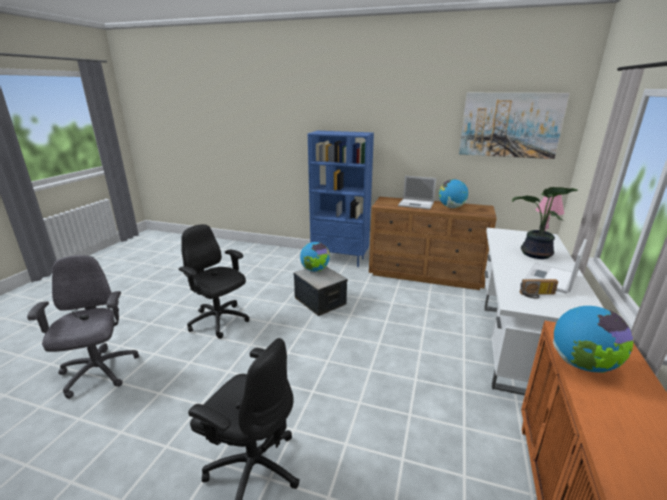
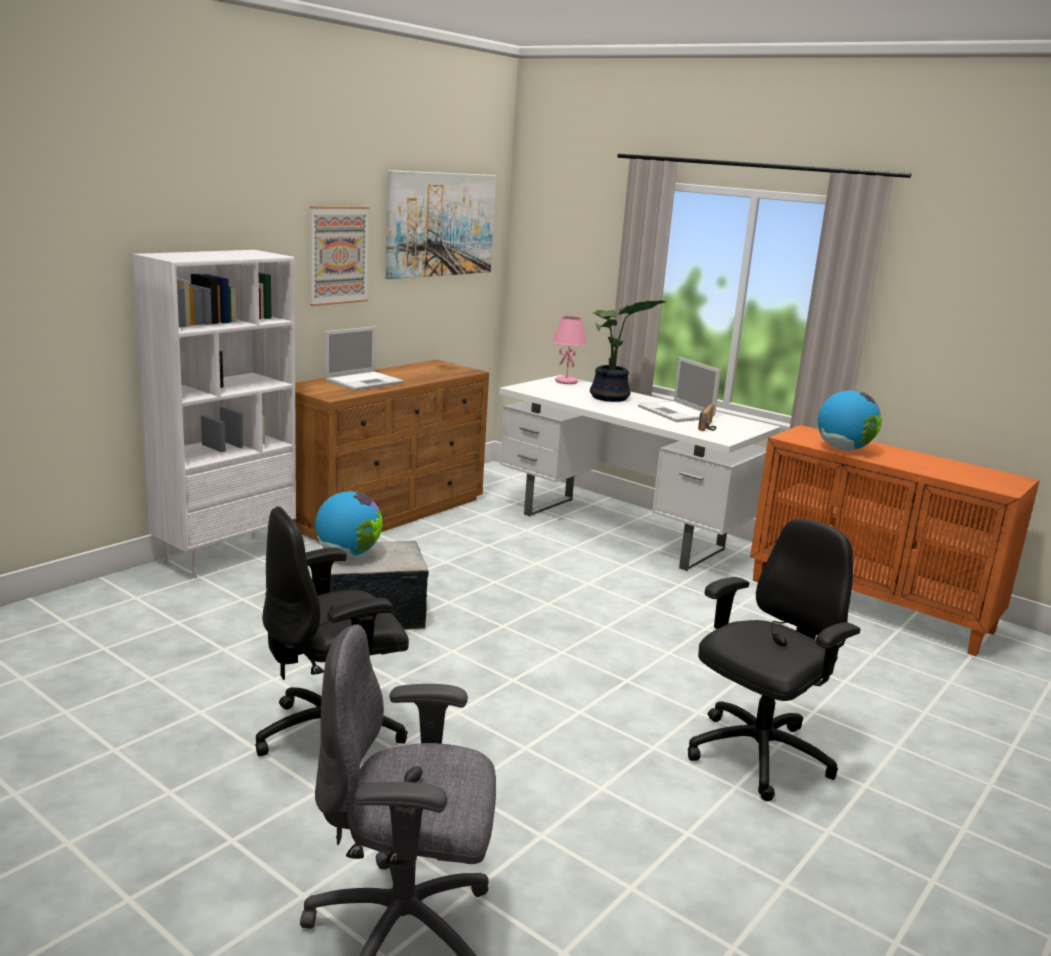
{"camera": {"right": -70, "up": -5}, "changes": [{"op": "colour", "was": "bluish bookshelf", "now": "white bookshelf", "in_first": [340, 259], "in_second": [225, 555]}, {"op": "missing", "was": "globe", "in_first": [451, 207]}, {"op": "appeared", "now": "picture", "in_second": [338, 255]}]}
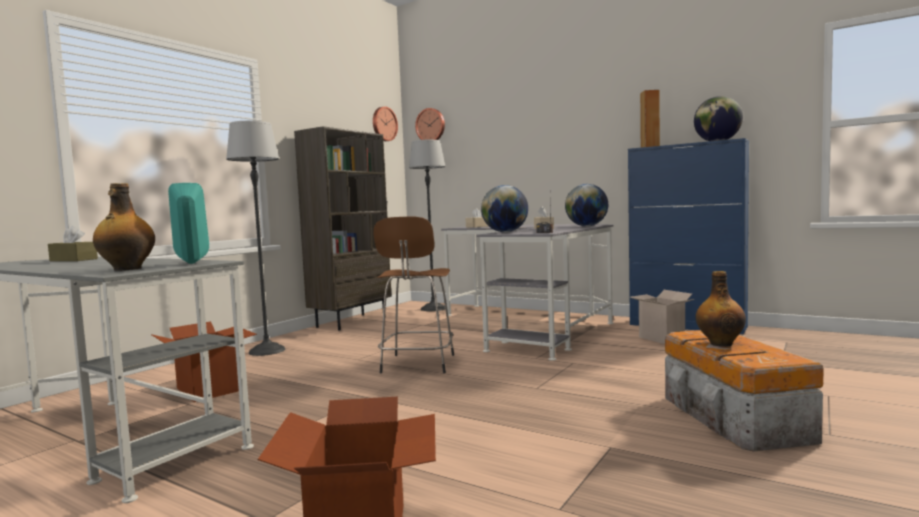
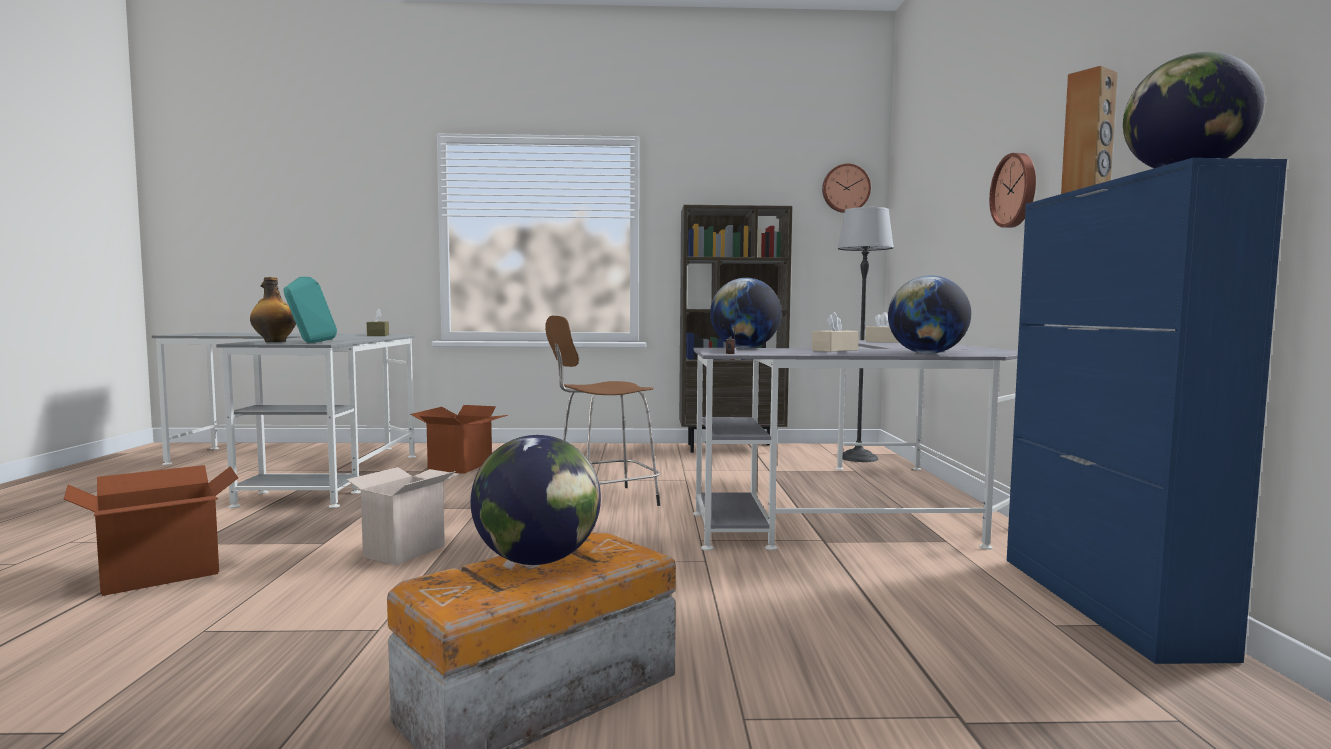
{"camera": {"right": 55, "up": 0}, "changes": [{"op": "relocated", "was": "wall clock", "in_first": [431, 125], "in_second": [1016, 190]}, {"op": "missing", "was": "standing lamp", "in_first": [267, 350]}, {"op": "exchanged", "was": "drink bottle", "now": "globe", "in_first": [720, 343], "in_second": [538, 561]}, {"op": "relocated", "was": "cardboard box", "in_first": [659, 339], "in_second": [405, 550]}]}
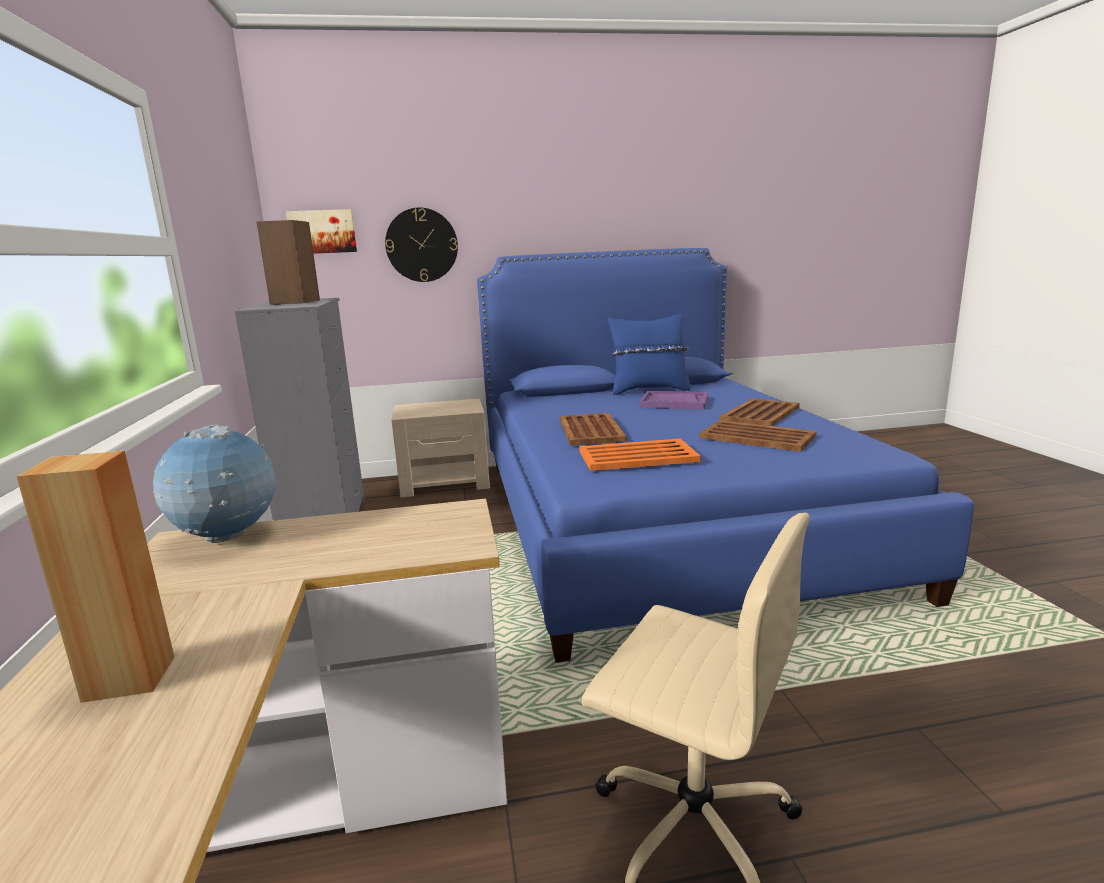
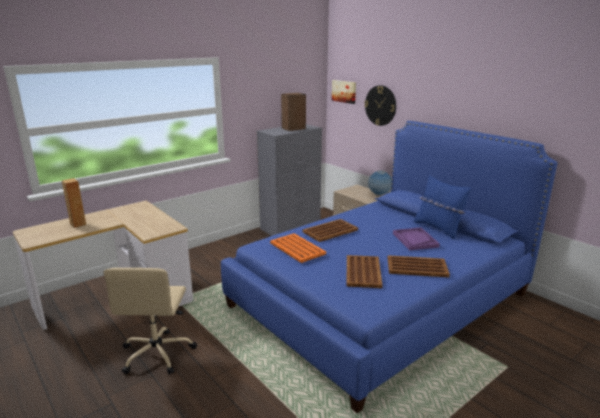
{"camera": {"right": 60, "up": 5}, "changes": [{"op": "relocated", "was": "globe", "in_first": [227, 538], "in_second": [379, 195]}]}
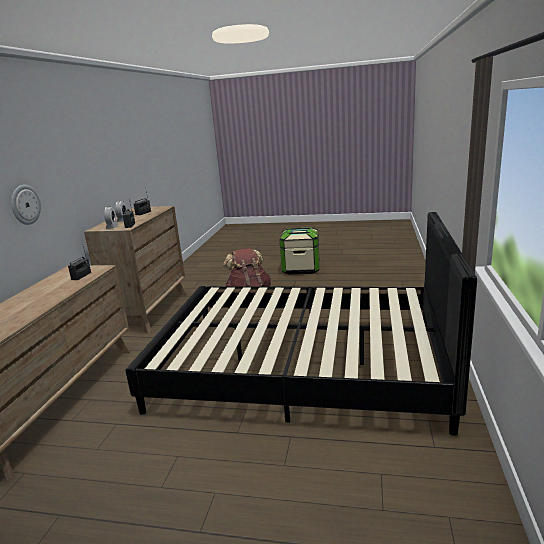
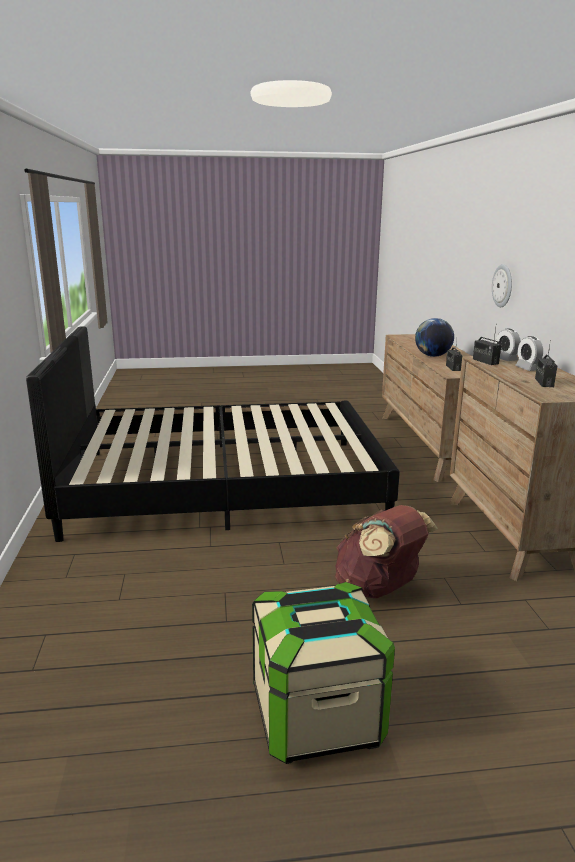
{"camera": {"right": 160, "up": 0}, "changes": [{"op": "appeared", "now": "globe", "in_second": [432, 356]}]}
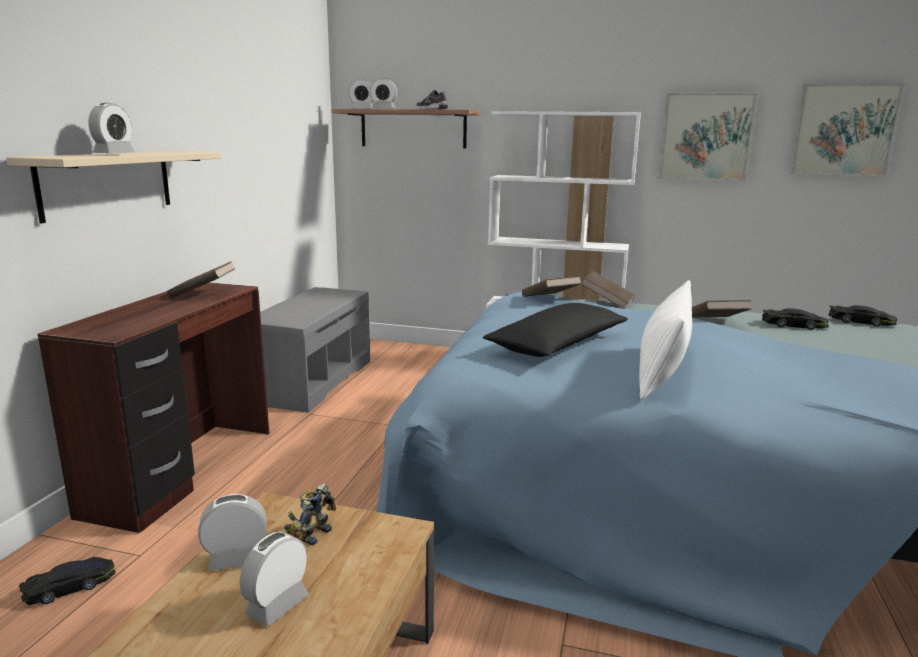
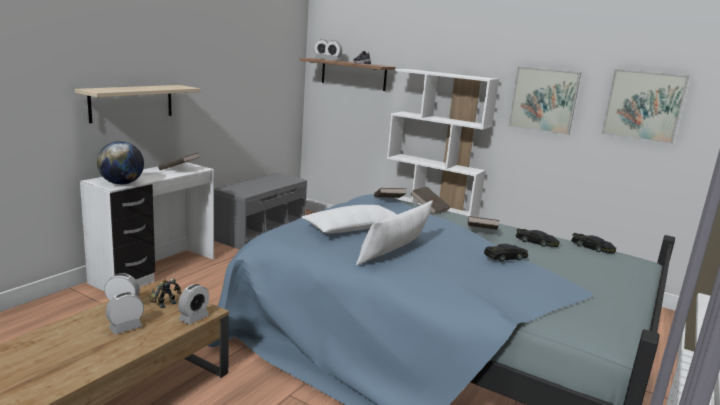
{"camera": {"right": 15, "up": 0}, "changes": [{"op": "relocated", "was": "table clock", "in_first": [114, 154], "in_second": [194, 318]}, {"op": "colour", "was": "brownish desk unit", "now": "white desk unit", "in_first": [185, 471], "in_second": [156, 270]}, {"op": "colour", "was": "black-coloured pillow", "now": "white pillow", "in_first": [557, 345], "in_second": [353, 229]}, {"op": "relocated", "was": "black-coloured toy car", "in_first": [70, 586], "in_second": [506, 257]}, {"op": "appeared", "now": "globe", "in_second": [121, 183]}]}
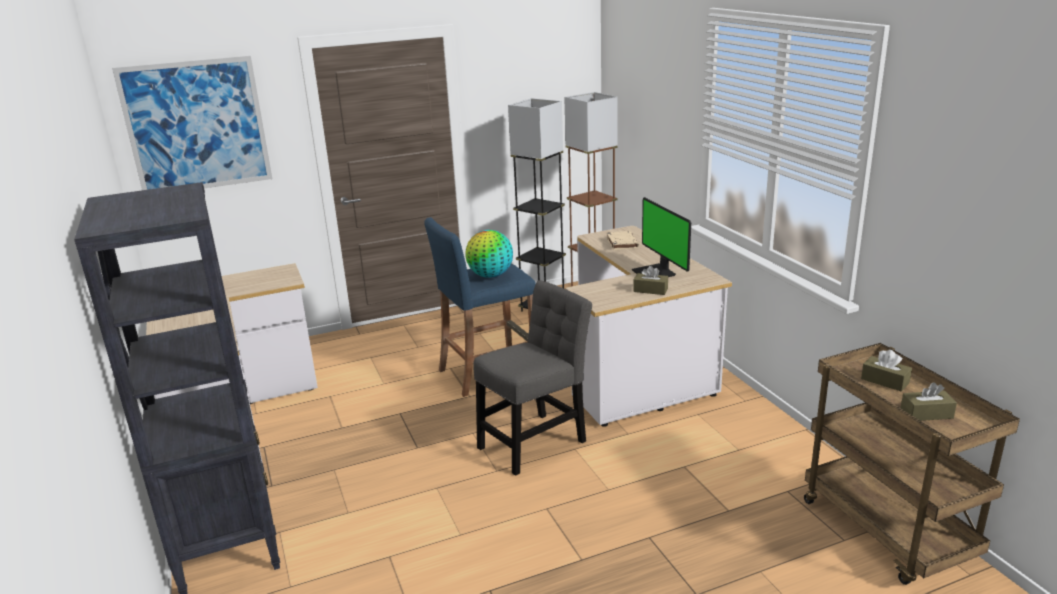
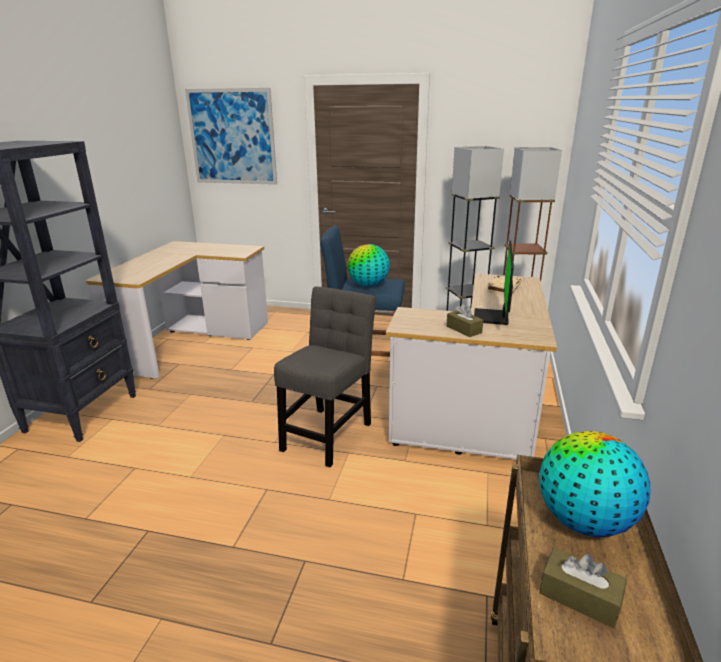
{"camera": {"right": 35, "up": 0}, "changes": [{"op": "spun", "was": "grey chair", "in_first": [536, 441], "in_second": [328, 433], "clockwise": -60}, {"op": "exchanged", "was": "brownish box of tissues", "now": "globe", "in_first": [885, 381], "in_second": [583, 521]}]}
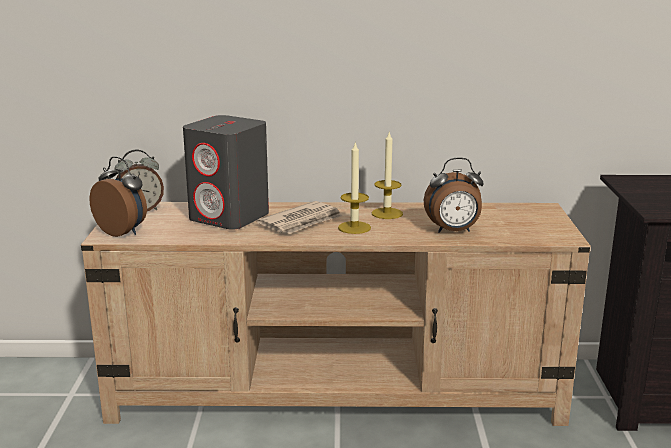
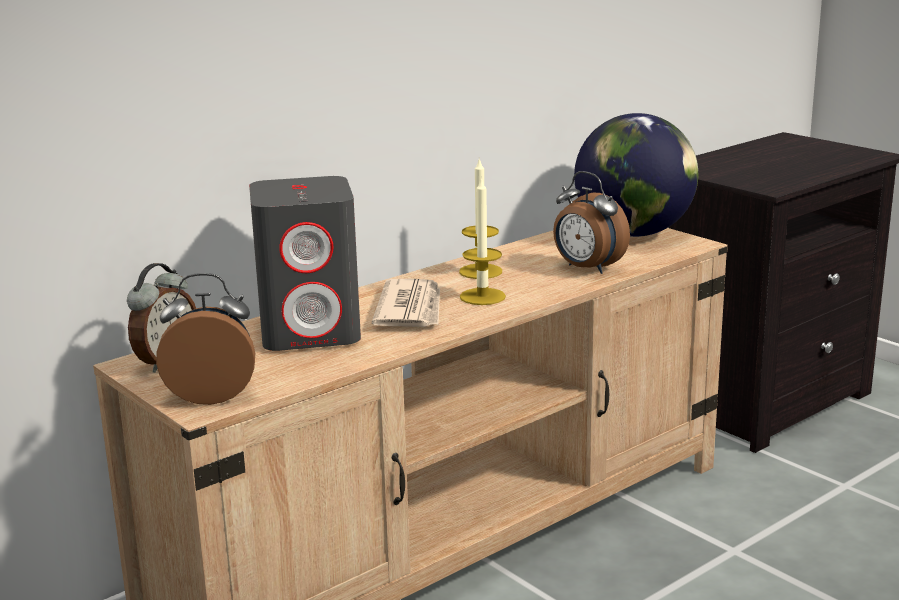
{"camera": {"right": -40, "up": 0}, "changes": [{"op": "spun", "was": "table clock", "in_first": [453, 231], "in_second": [587, 269], "clockwise": 90}, {"op": "appeared", "now": "globe", "in_second": [634, 233]}]}
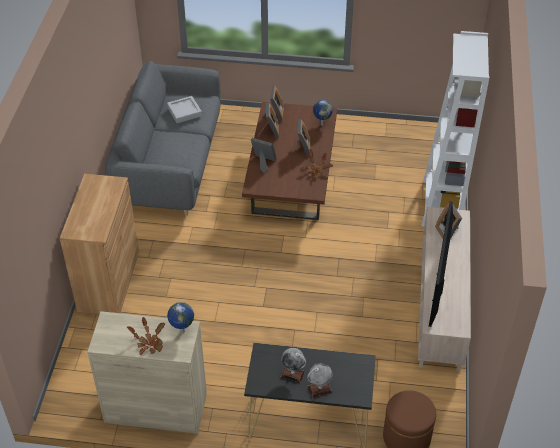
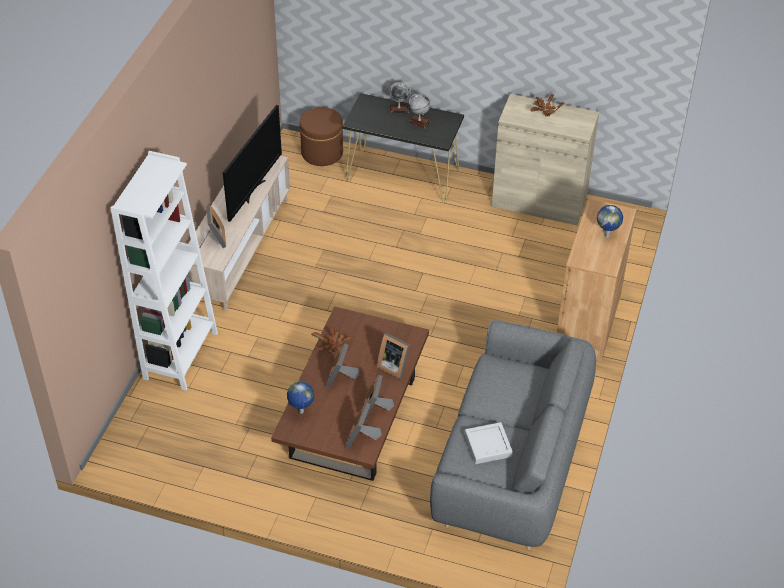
{"camera": {"right": -170, "up": 0}, "changes": [{"op": "relocated", "was": "globe", "in_first": [182, 331], "in_second": [607, 236]}]}
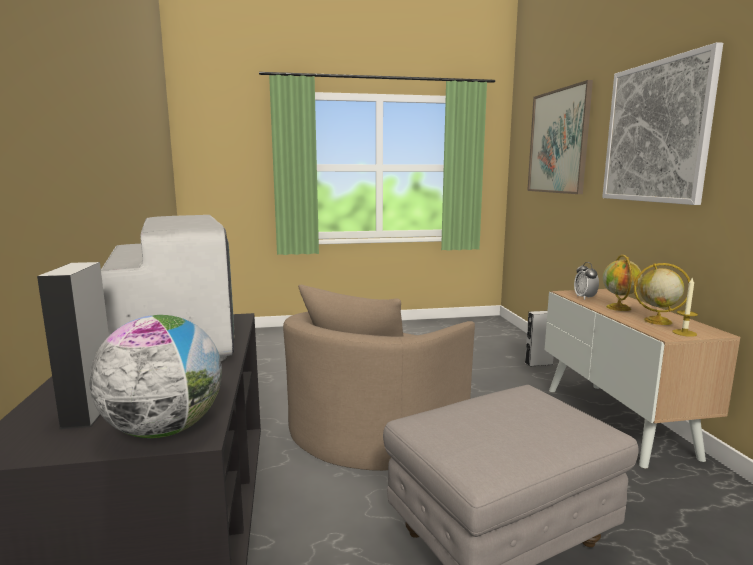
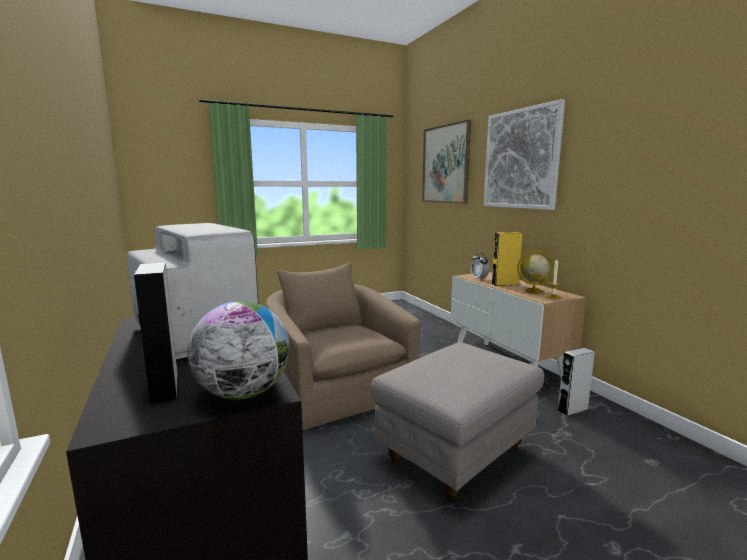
{"camera": {"right": -15, "up": 0}, "changes": [{"op": "exchanged", "was": "globe", "now": "yellowish audio speaker", "in_first": [619, 308], "in_second": [505, 284]}, {"op": "spun", "was": "beige lounge chair", "in_first": [374, 427], "in_second": [336, 390], "clockwise": 135}, {"op": "relocated", "was": "grey audio speaker", "in_first": [538, 363], "in_second": [572, 410]}]}
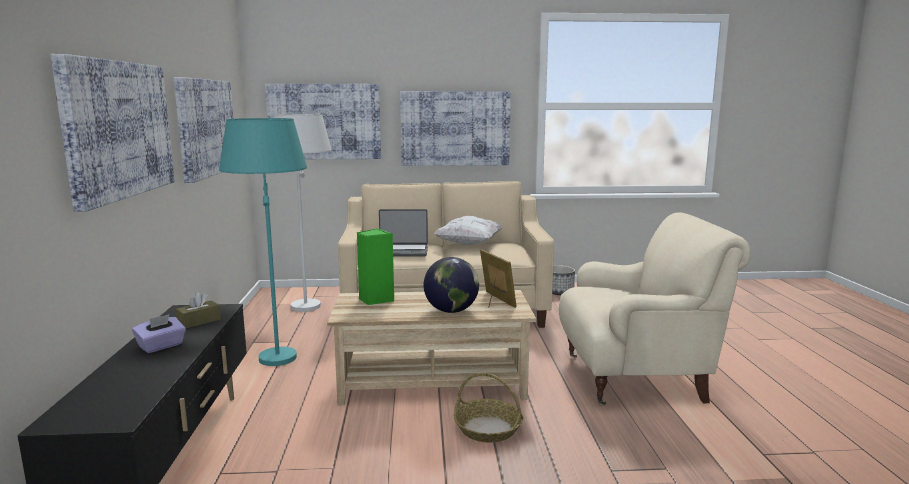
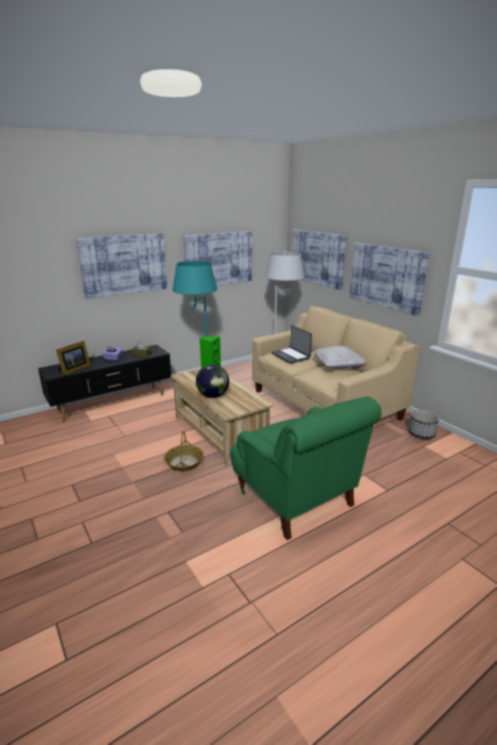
{"camera": {"right": 60, "up": 10}, "changes": [{"op": "colour", "was": "beige lounge chair", "now": "greenish lounge chair", "in_first": [637, 378], "in_second": [297, 500]}, {"op": "relocated", "was": "standing frame", "in_first": [495, 300], "in_second": [73, 370]}]}
